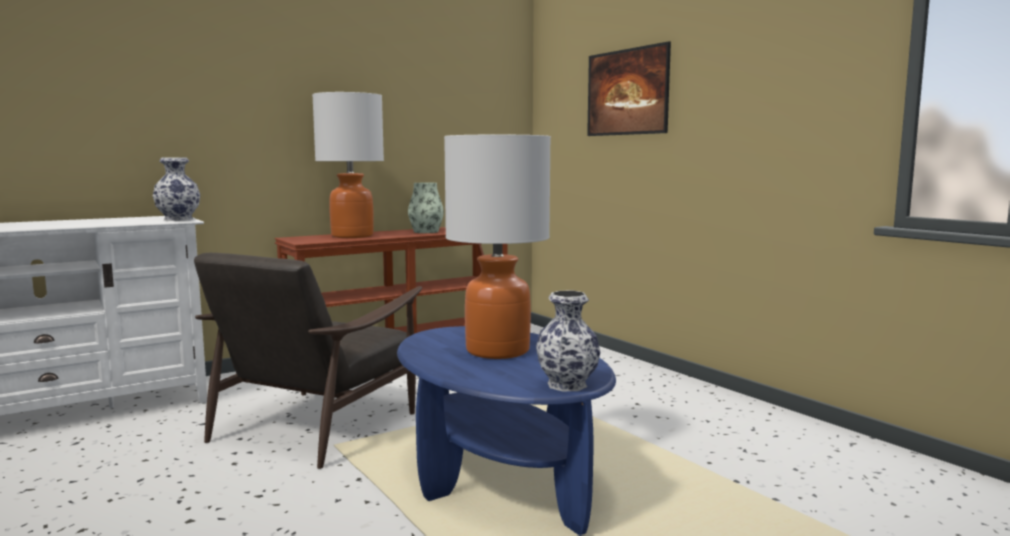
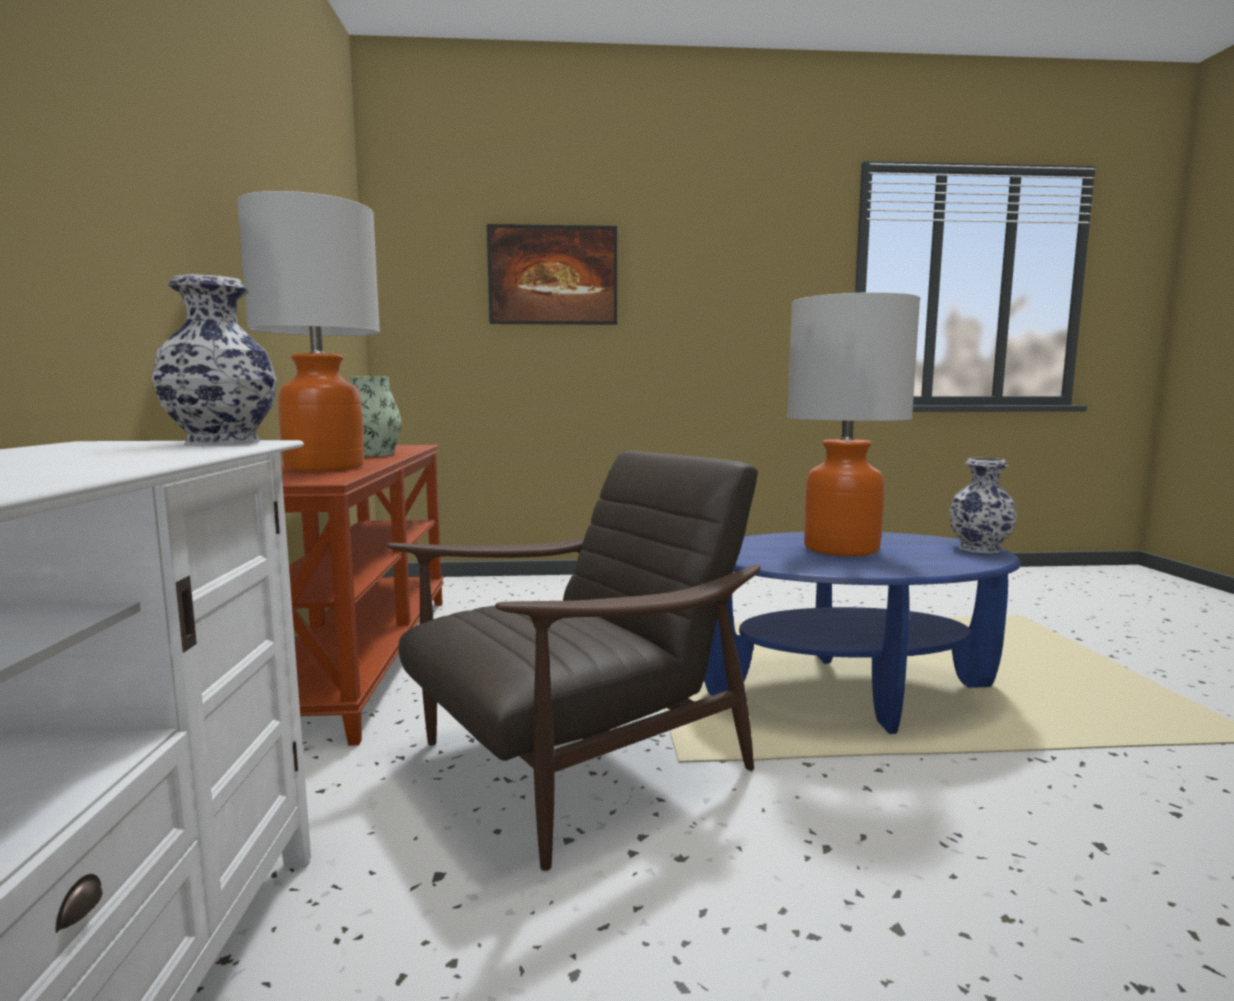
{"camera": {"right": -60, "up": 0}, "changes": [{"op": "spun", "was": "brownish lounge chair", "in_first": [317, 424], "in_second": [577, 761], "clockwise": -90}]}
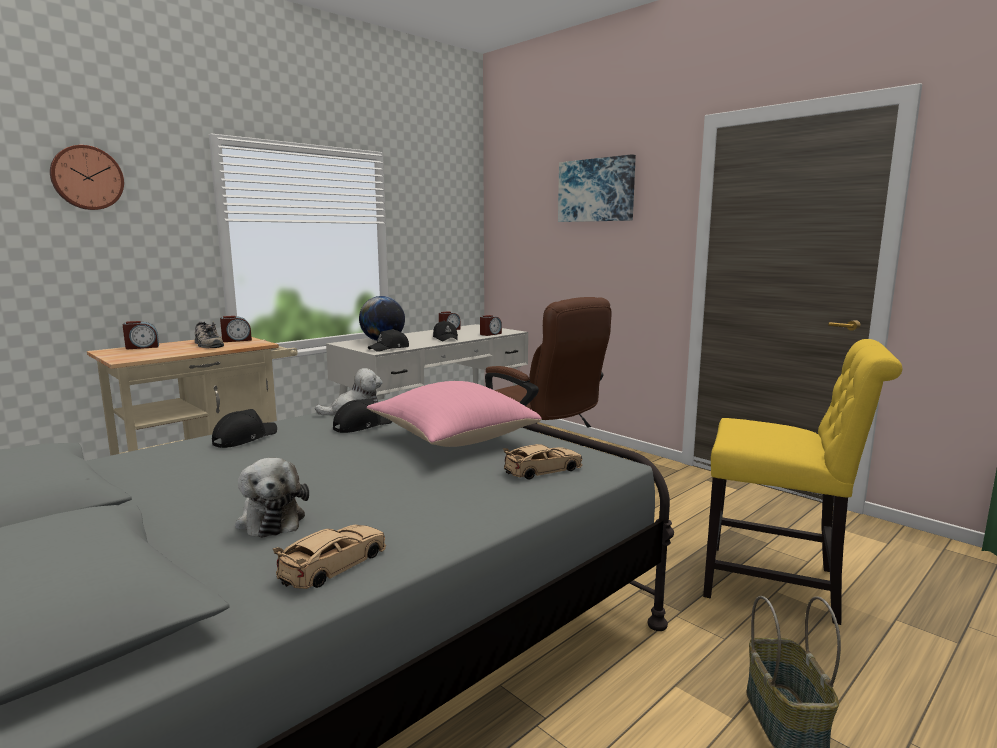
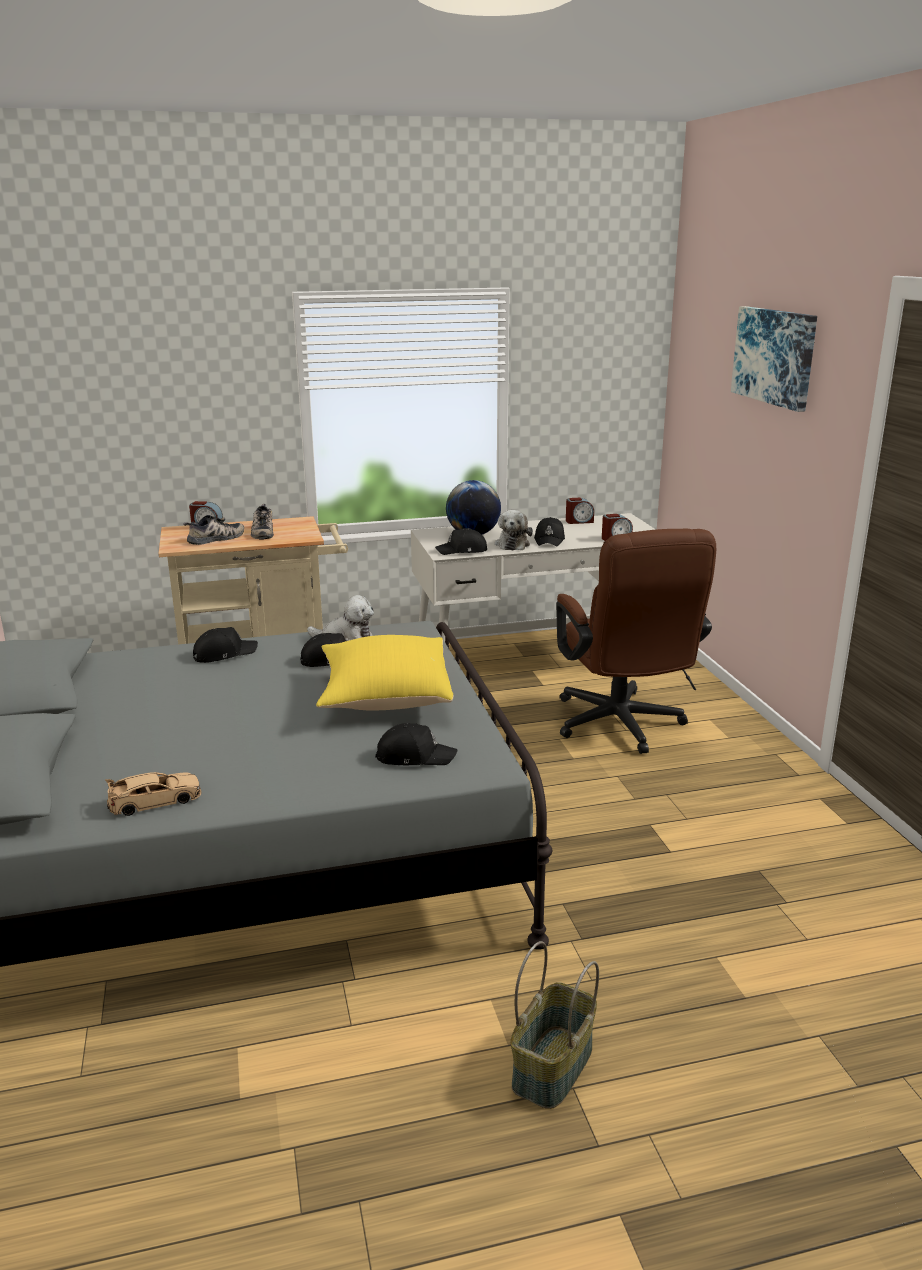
{"camera": {"right": 30, "up": 10}, "changes": [{"op": "missing", "was": "wall clock", "in_first": [87, 178]}, {"op": "missing", "was": "table clock", "in_first": [236, 340]}, {"op": "missing", "was": "yellowish chair", "in_first": [779, 585]}, {"op": "colour", "was": "pink pillow", "now": "yellowish pillow", "in_first": [451, 439], "in_second": [384, 697]}, {"op": "exchanged", "was": "beige toy car", "now": "black-coloured peaked cap", "in_first": [543, 470], "in_second": [414, 756]}, {"op": "relocated", "was": "plush toy", "in_first": [271, 519], "in_second": [512, 544]}, {"op": "appeared", "now": "item of footwear", "in_second": [216, 539]}]}
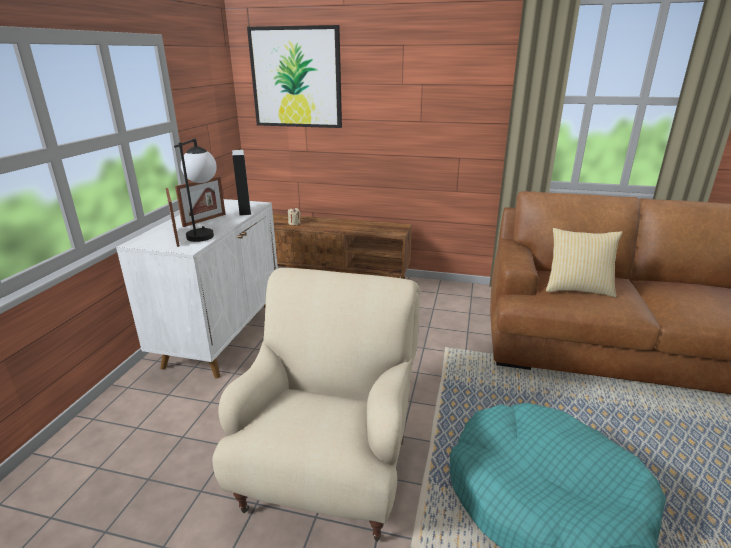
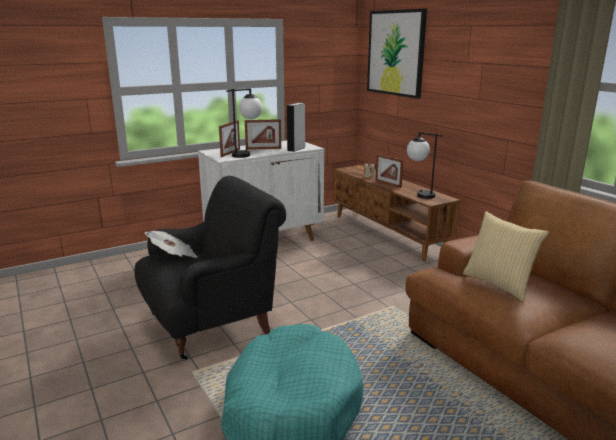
{"camera": {"right": 45, "up": -5}, "changes": [{"op": "colour", "was": "beige lounge chair", "now": "black-coloured lounge chair", "in_first": [330, 471], "in_second": [212, 323]}, {"op": "appeared", "now": "tabletop lamp", "in_second": [419, 194]}, {"op": "appeared", "now": "standing frame", "in_second": [388, 184]}, {"op": "appeared", "now": "newspaper", "in_second": [173, 256]}]}
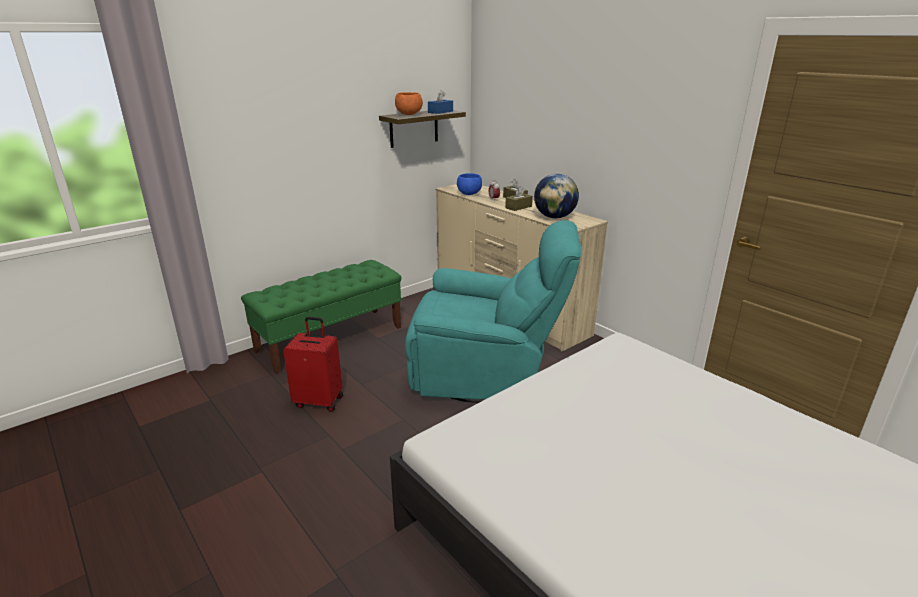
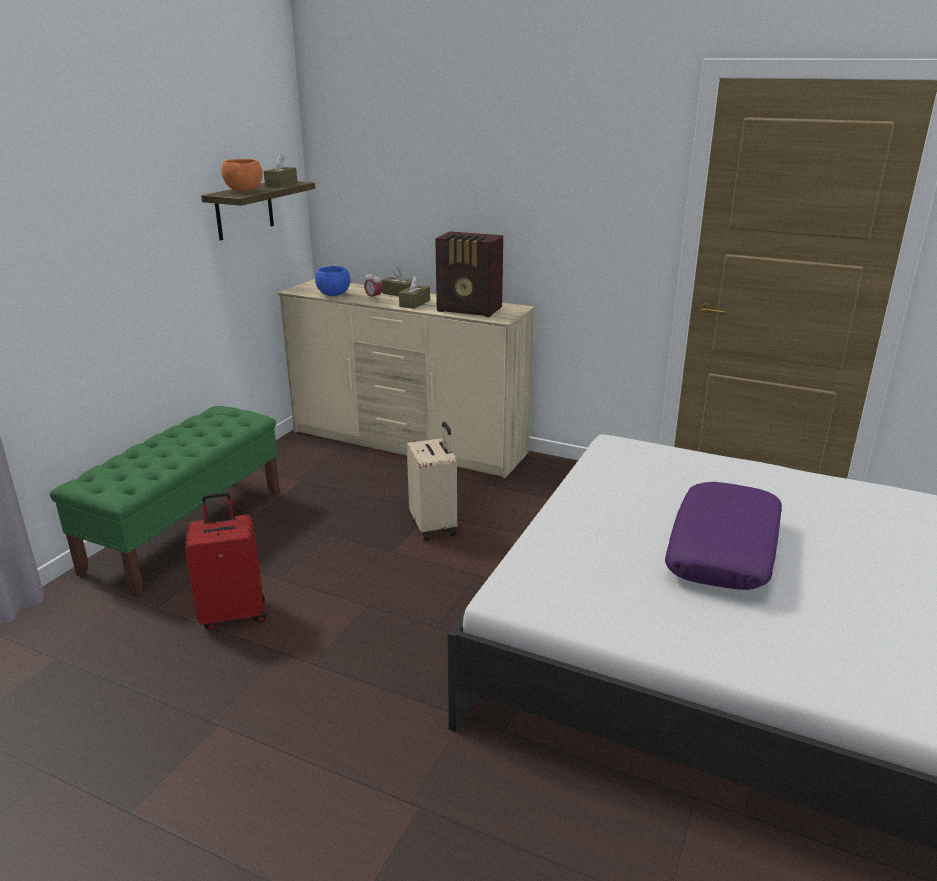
{"camera": {"right": -25, "up": 0}, "changes": [{"op": "colour", "was": "bluish box of tissues", "now": "brownish box of tissues", "in_first": [440, 112], "in_second": [281, 184]}, {"op": "exchanged", "was": "globe", "now": "radio", "in_first": [554, 217], "in_second": [470, 310]}, {"op": "exchanged", "was": "turquoise-coloured lounge chair", "now": "beige piece of luggage", "in_first": [486, 375], "in_second": [434, 526]}, {"op": "appeared", "now": "purple-coloured pillow", "in_second": [724, 550]}]}
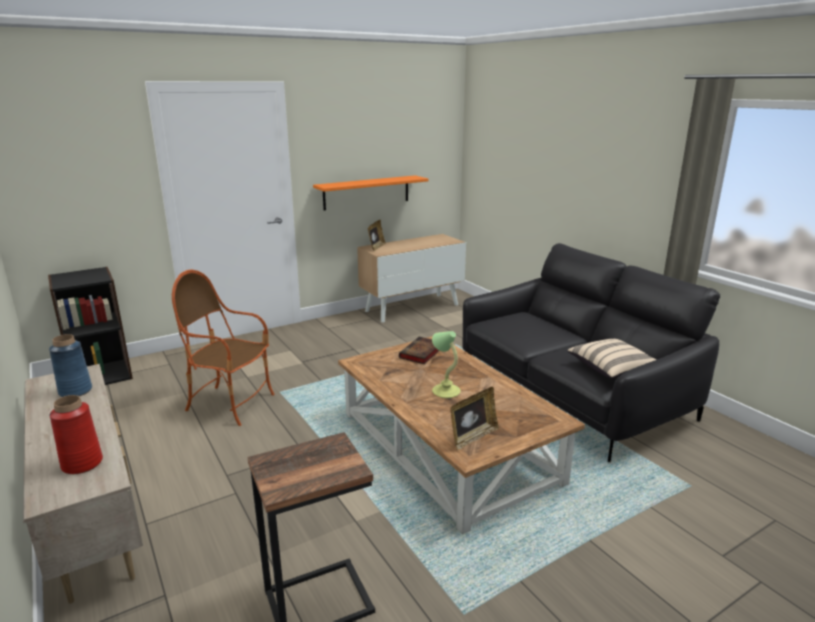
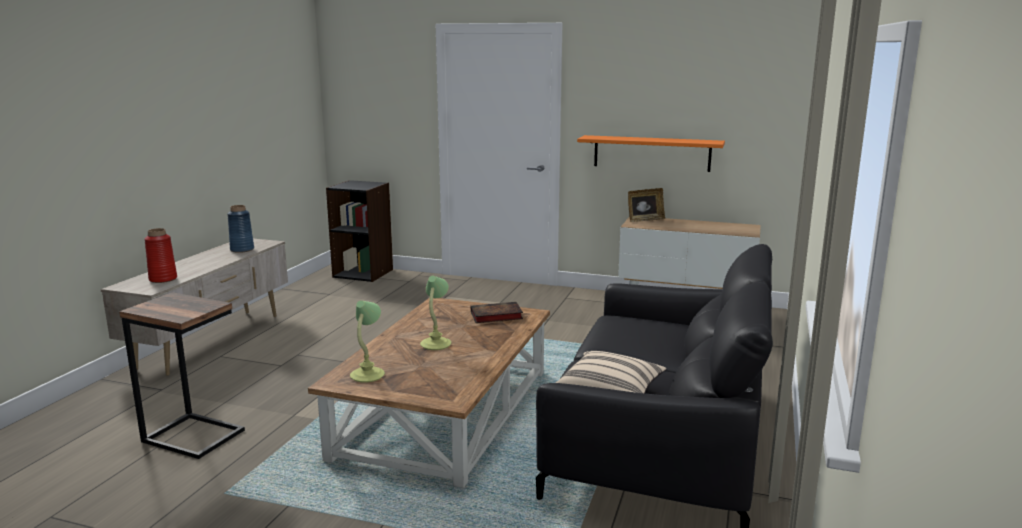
{"camera": {"right": 50, "up": -5}, "changes": [{"op": "missing", "was": "lounge chair", "in_first": [231, 404]}, {"op": "exchanged", "was": "standing frame", "now": "tabletop lamp", "in_first": [472, 437], "in_second": [368, 375]}]}
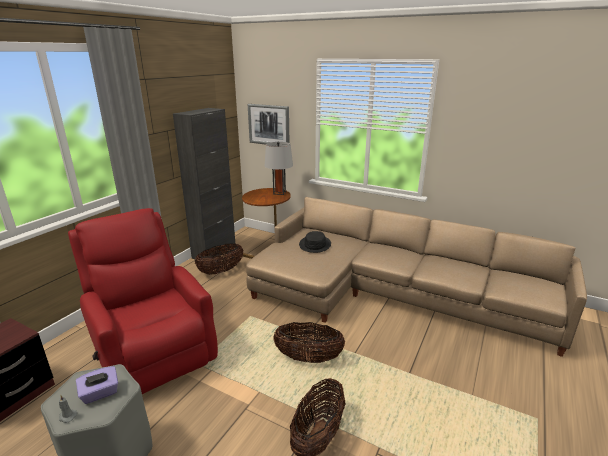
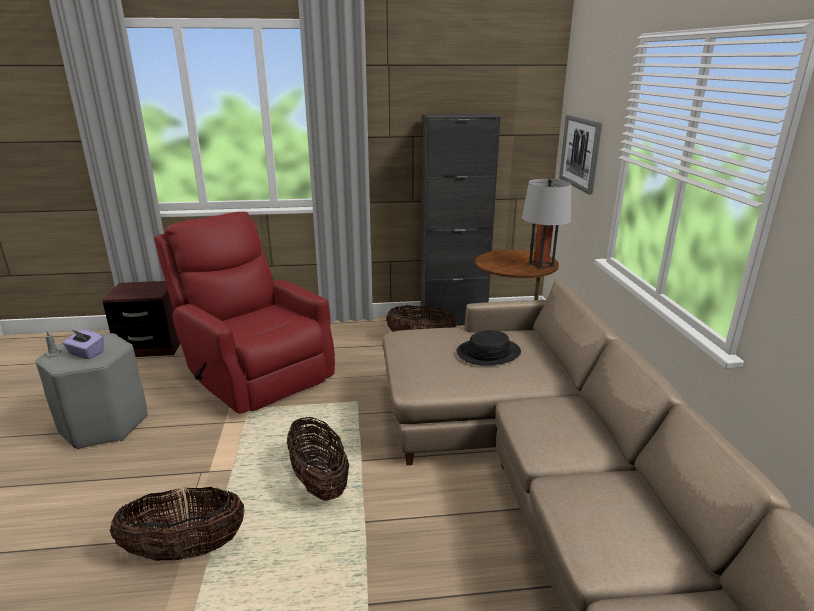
{"camera": {"right": 55, "up": 0}, "changes": [{"op": "spun", "was": "red lounge chair", "in_first": [152, 346], "in_second": [254, 371], "clockwise": -60}]}
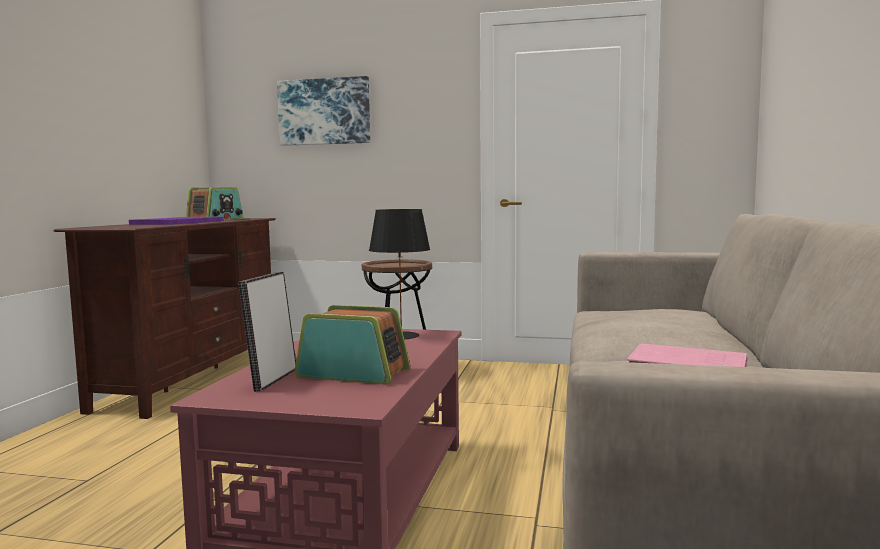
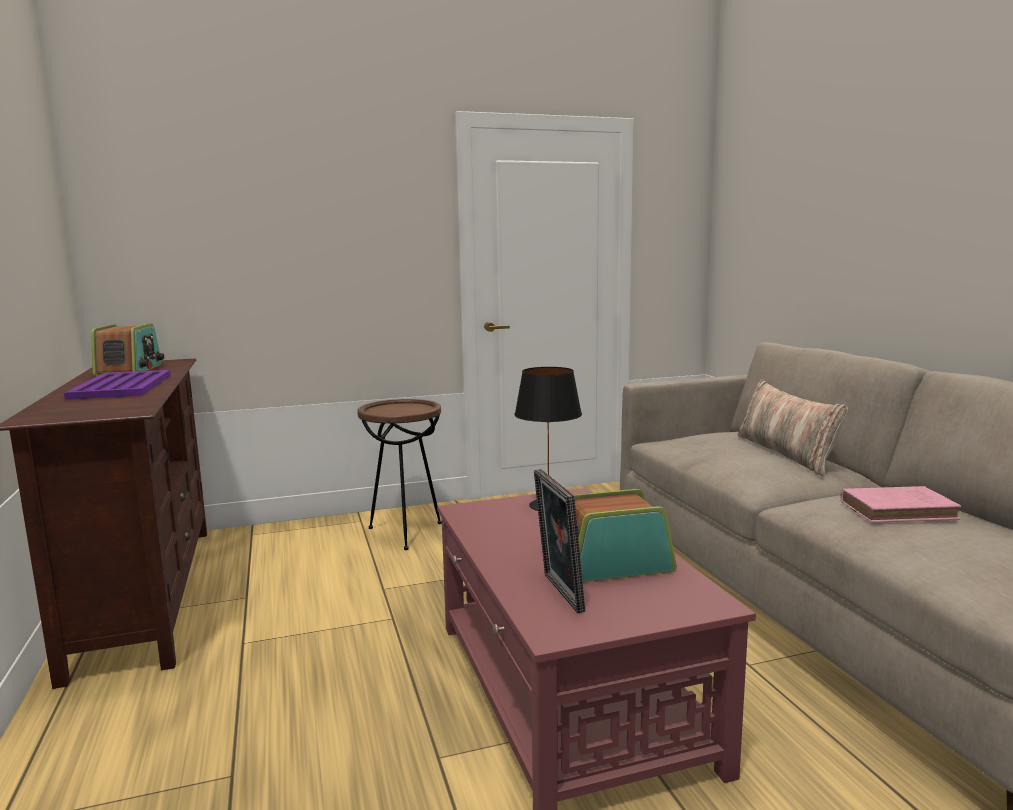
{"camera": {"right": -30, "up": 5}, "changes": [{"op": "missing", "was": "picture", "in_first": [324, 112]}, {"op": "appeared", "now": "pillow", "in_second": [786, 453]}]}
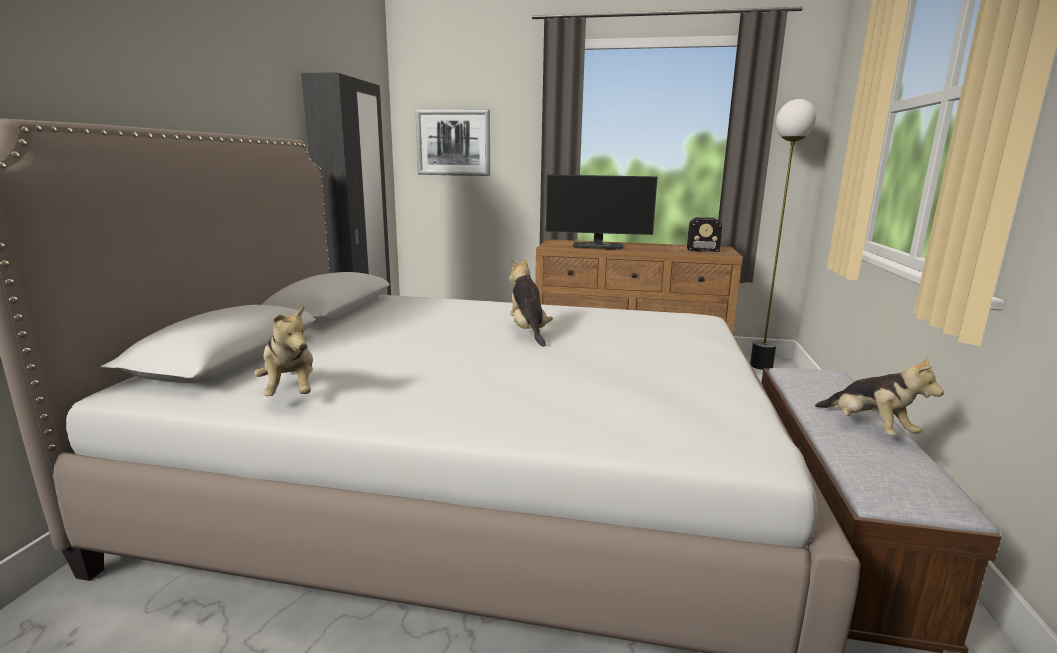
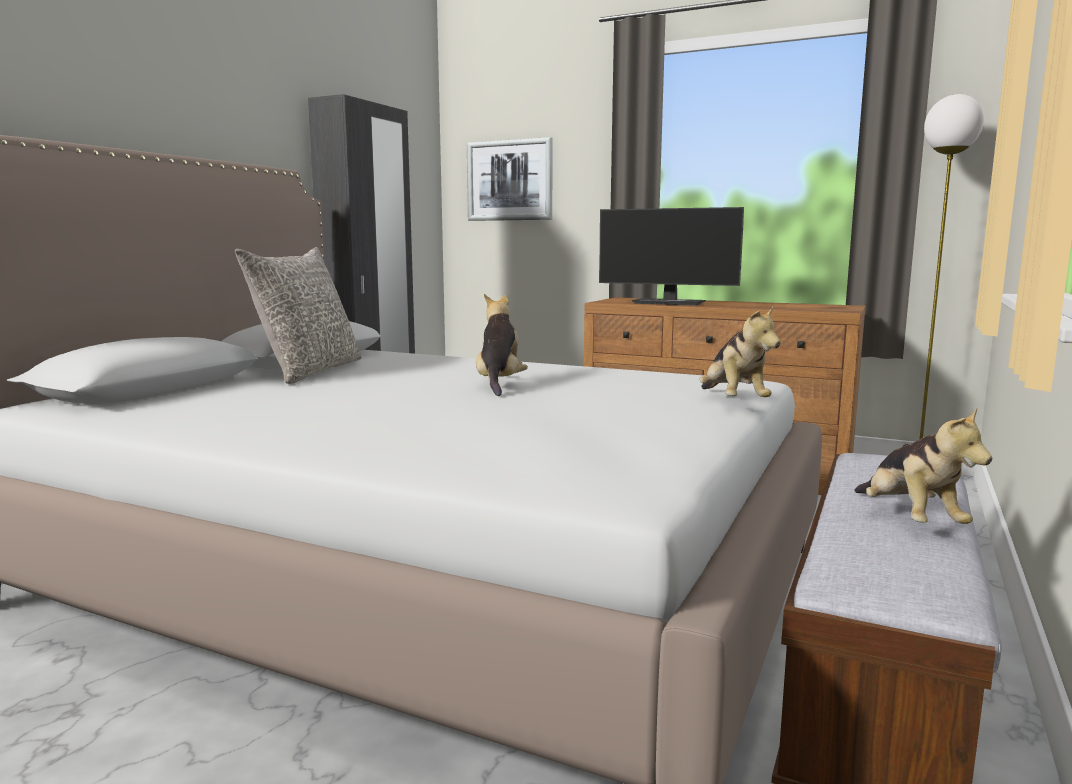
{"camera": {"right": 15, "up": -5}, "changes": [{"op": "missing", "was": "radio", "in_first": [691, 249]}, {"op": "relocated", "was": "plush toy", "in_first": [291, 391], "in_second": [733, 401]}, {"op": "appeared", "now": "grey pillow", "in_second": [309, 371]}]}
